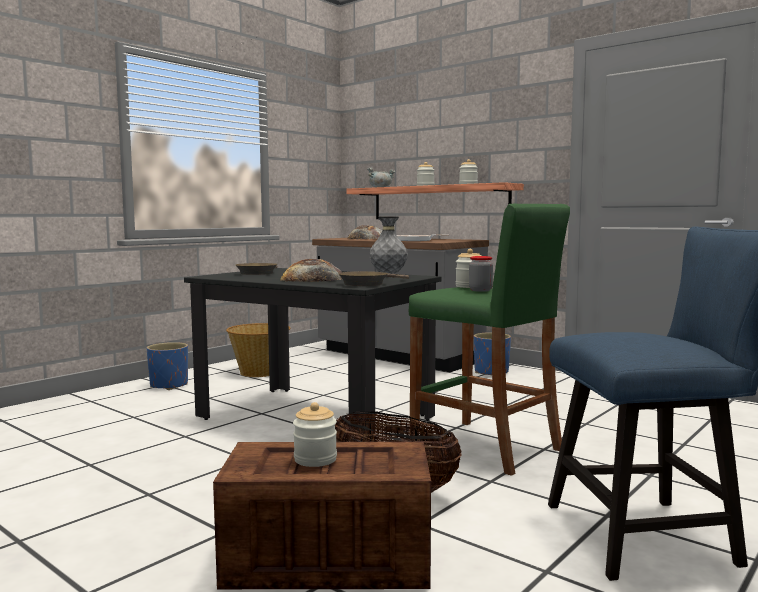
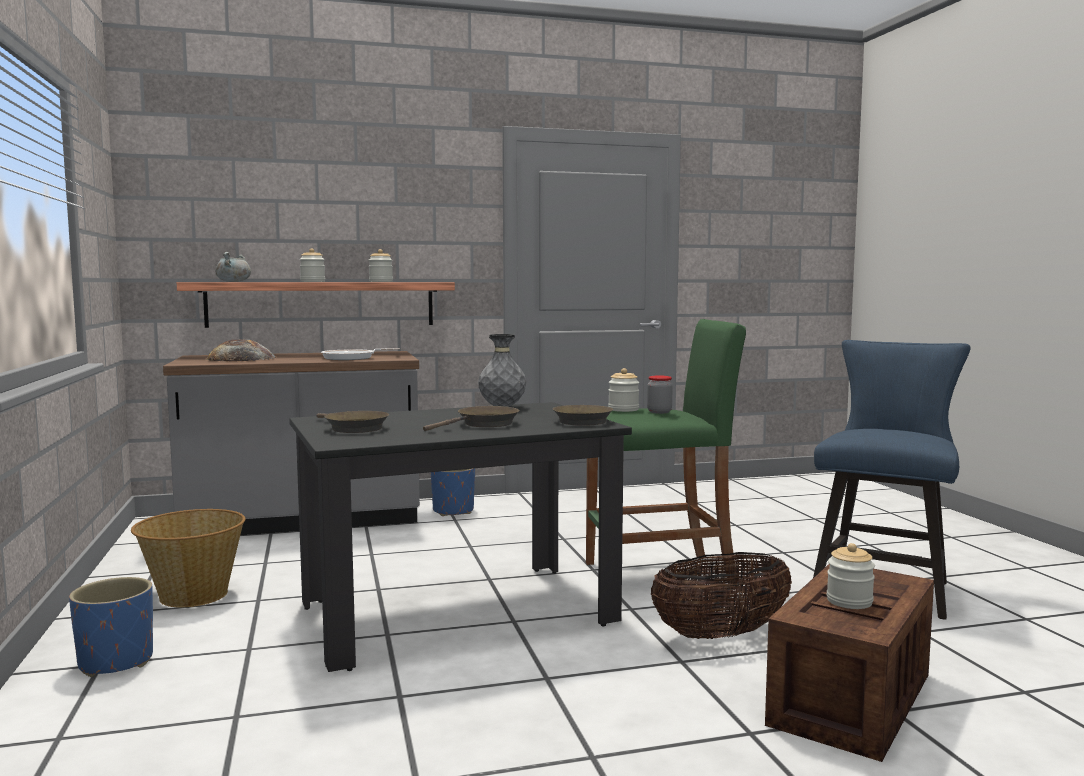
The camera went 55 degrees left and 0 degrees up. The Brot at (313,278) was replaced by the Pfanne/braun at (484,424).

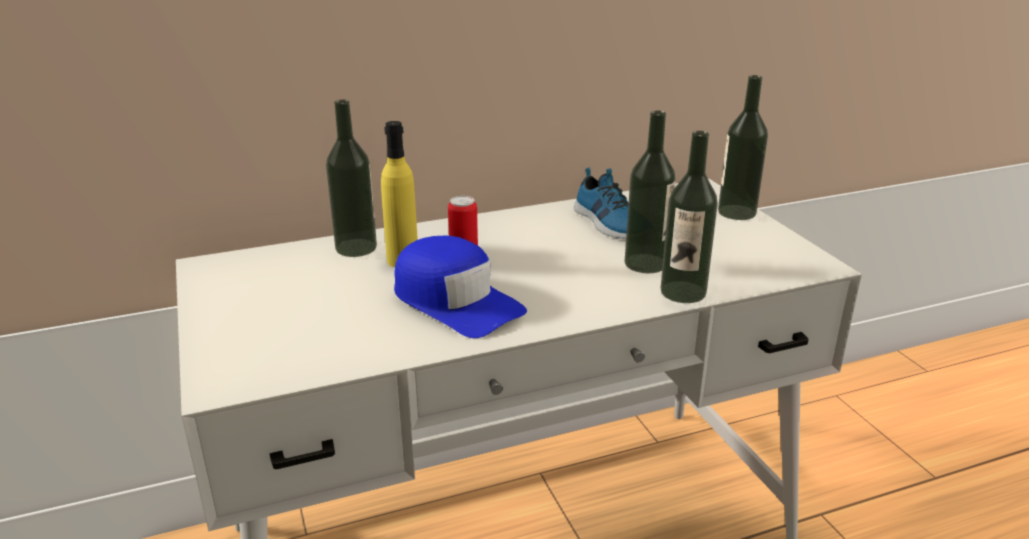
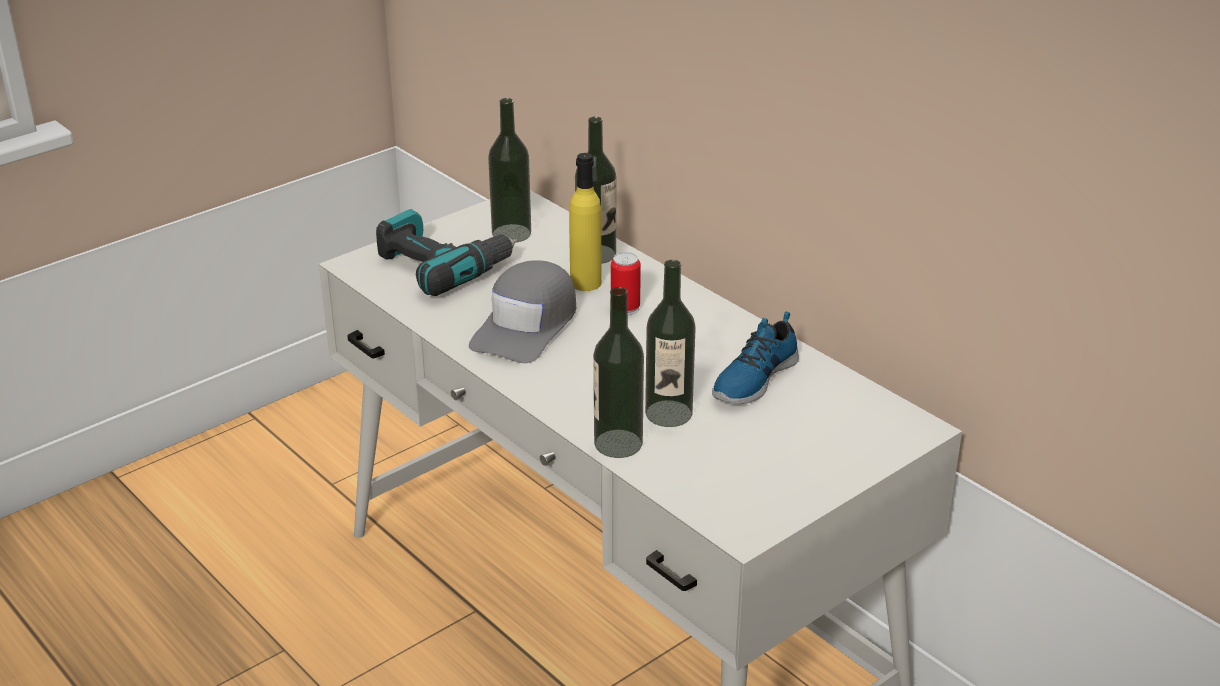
The camera went 70 degrees right and 5 degrees up. The Bohrmaschine at (443,265) appeared. The Flasche moved from (736,212) to (511,233). The Kappe/blau at (456,301) became the Kappe/grau at (526,326).

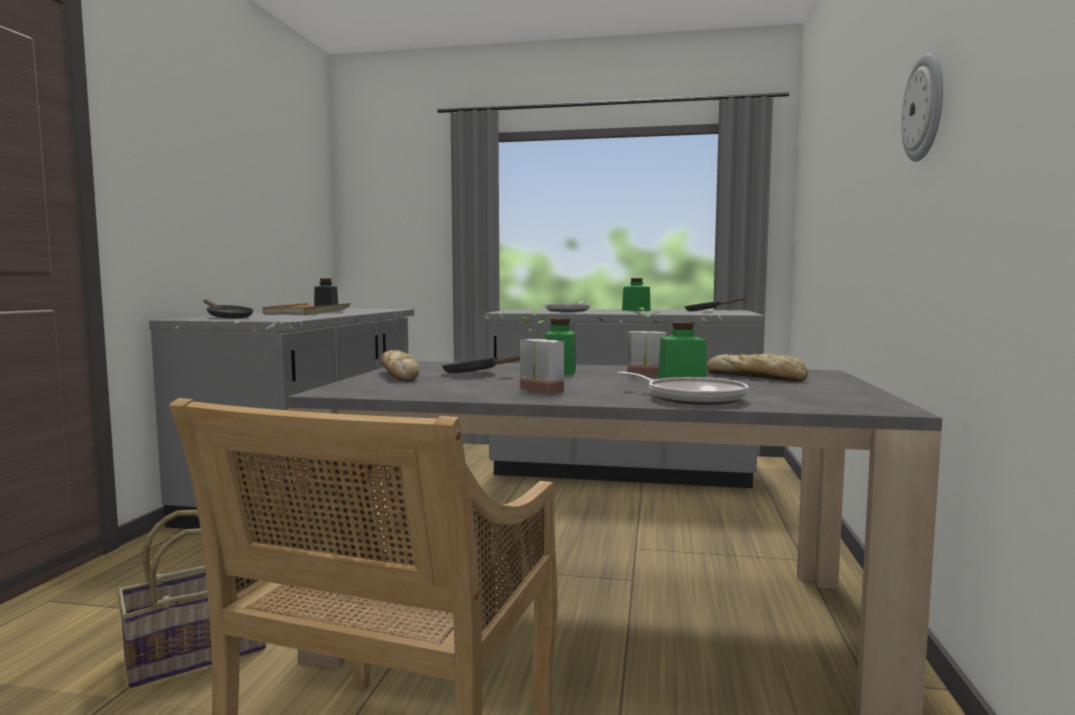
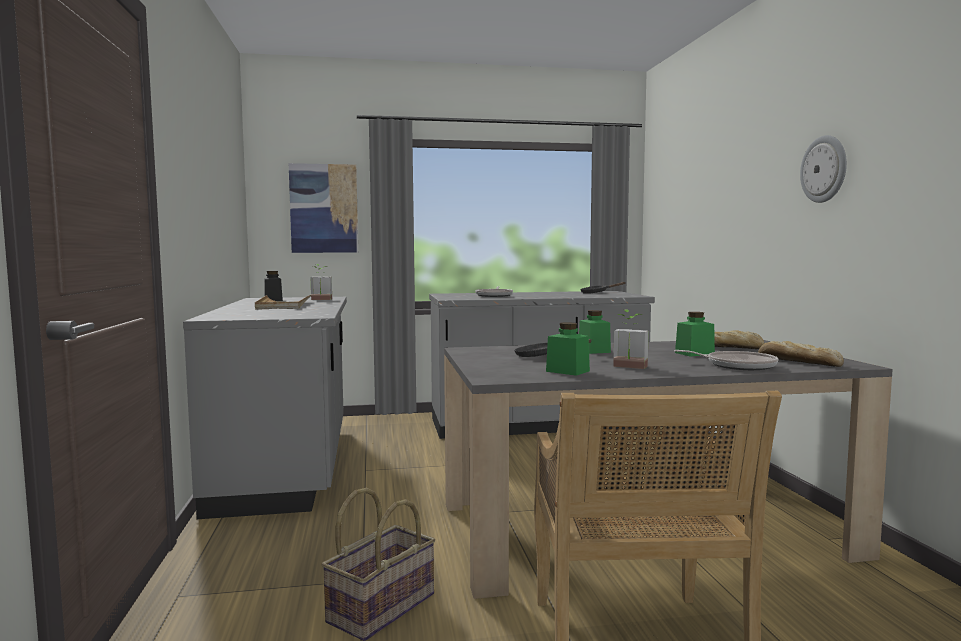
The camera went 20 degrees left and 0 degrees up. The Pfanne/schwarz at (227,317) disappeared. The Bild at (324,208) appeared. The Brot moved from (399,375) to (797,361). The Vorratsglas/grün moved from (636,310) to (567,371). The Topfpflanze moved from (645,375) to (320,299).

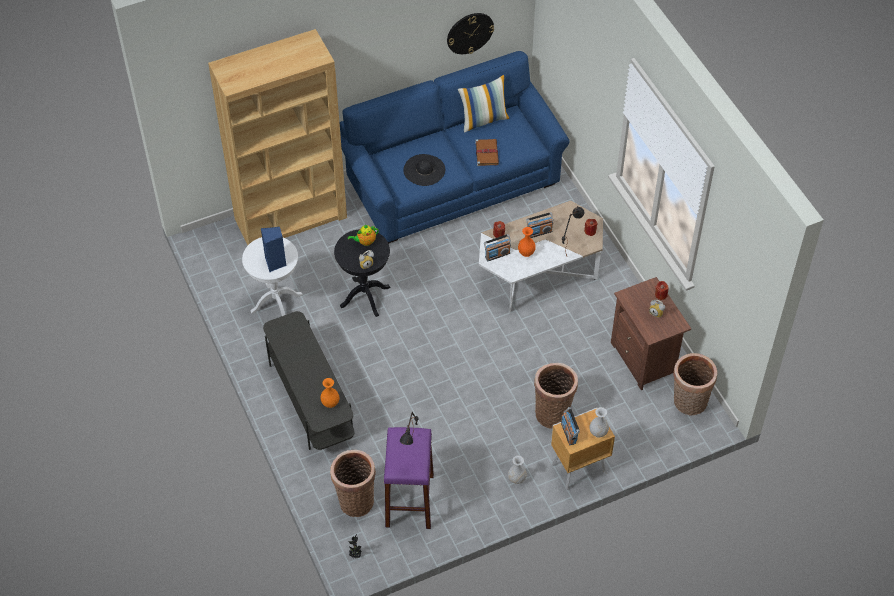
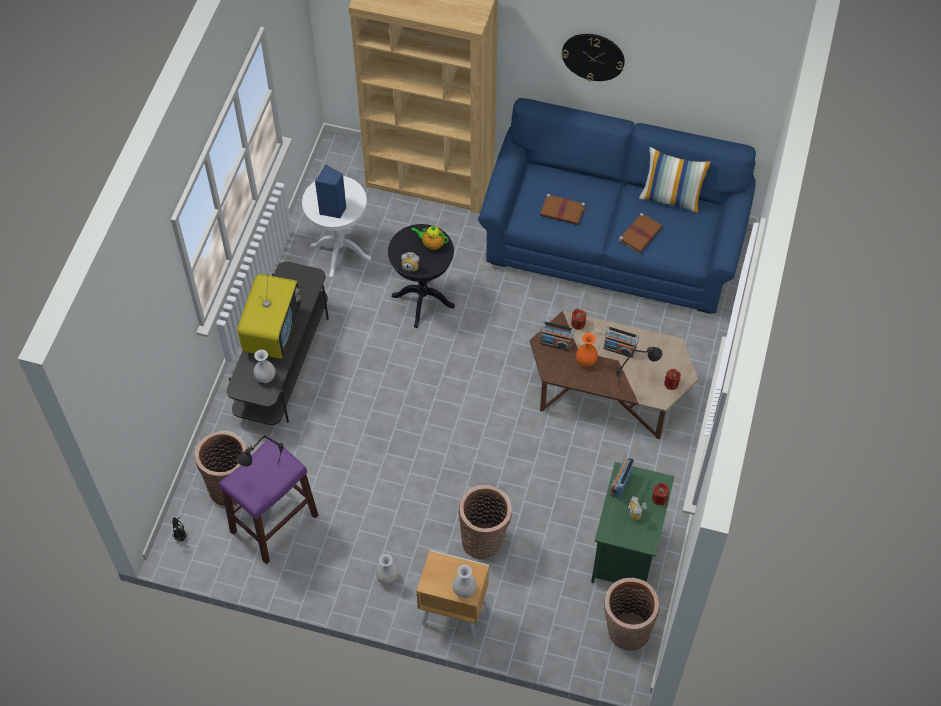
The camera went 40 degrees right and 5 degrees up. The Fernseher at (272,332) appeared. The Wanduhr moved from (470,33) to (593,56). The Radio moved from (569,433) to (620,483). The Hut/schwarz at (424,170) was replaced by the Buch/braun at (563,211). The Vase/orange at (330,402) became the Vase/weiß at (266,377). The Couchtisch/weiß at (539,272) became the Couchtisch/braun at (608,391). The Nachttisch/braun at (644,359) became the Nachttisch/grün at (626,554).

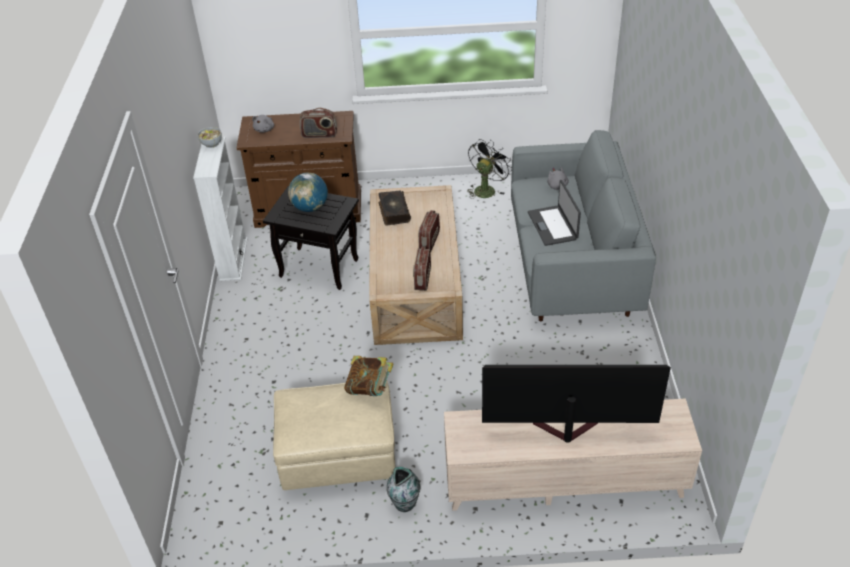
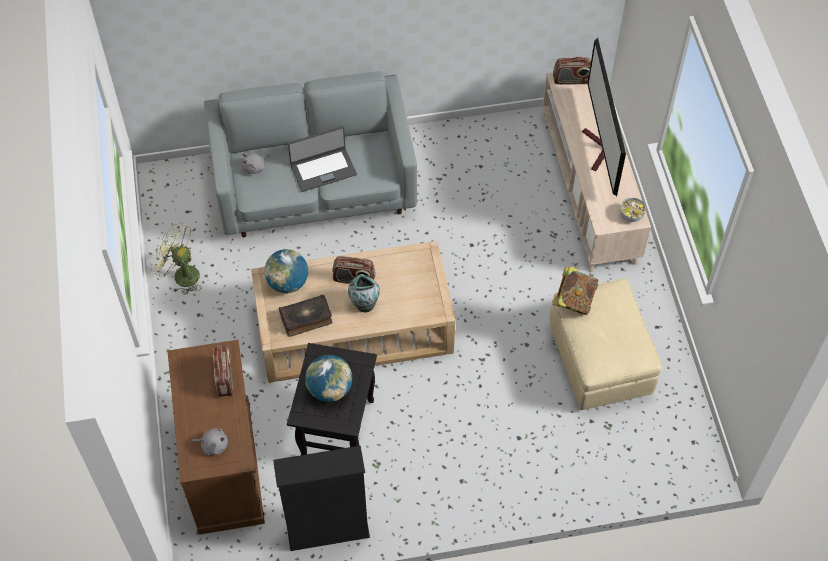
The camera went 100 degrees left and 15 degrees up. The Globus at (288,283) appeared. The Schüssel moved from (211,144) to (631,216). The Vase moved from (405,502) to (364,304). The Radio moved from (422,278) to (571,80). The Bücherregal/weiß at (233,259) became the Bücherregal/schwarz at (328,532). The Ventilator/schwarz at (486,189) became the Ventilator/grün at (181,275).

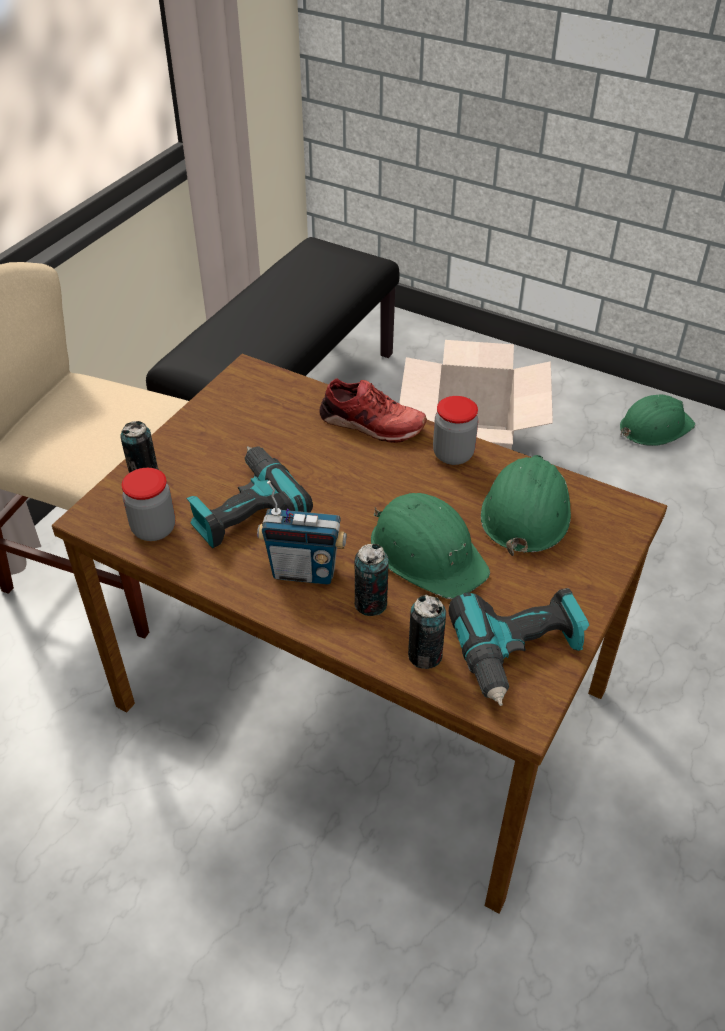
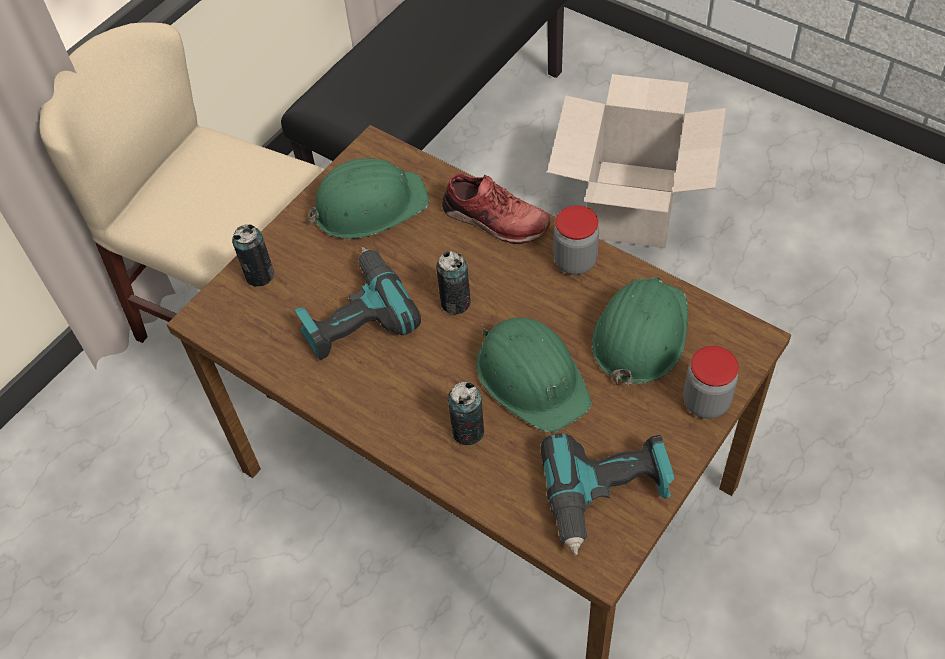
The camera went 10 degrees right and 10 degrees up. The Radio at (304,571) disappeared. The Vorratsglas moved from (154,529) to (706,402). The Dose moved from (425,655) to (455,302). The Schutzhelm/grün moved from (654,427) to (369,205).

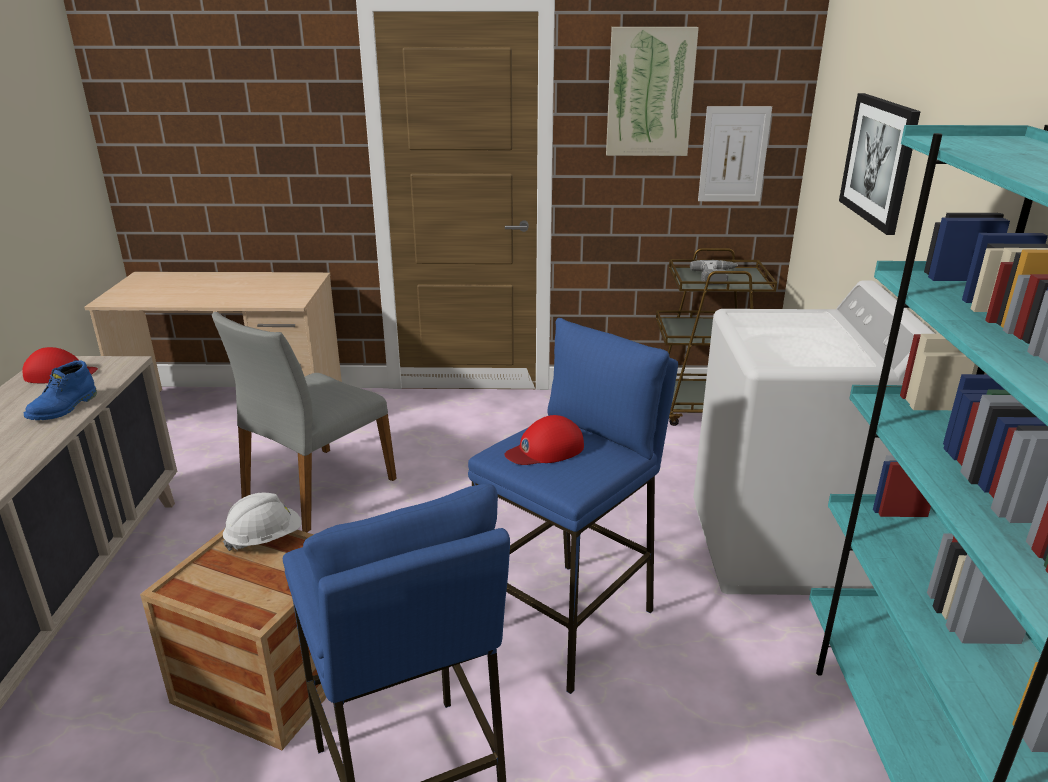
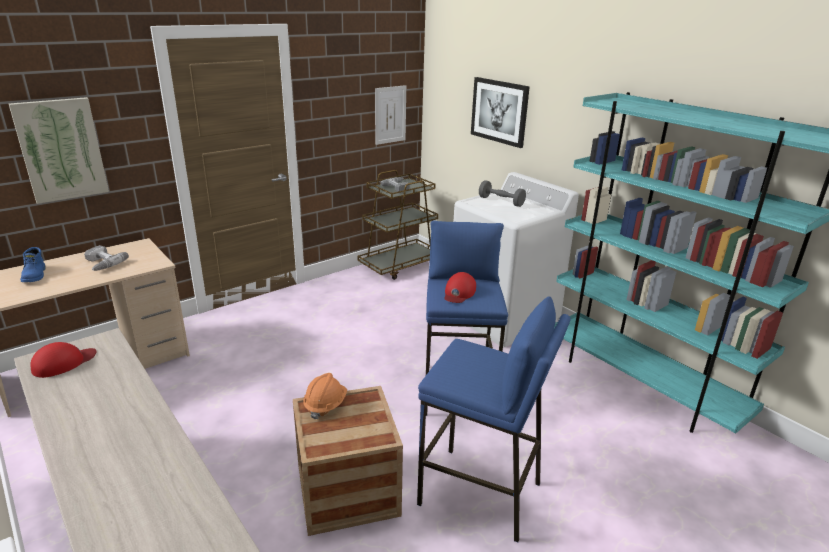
The camera went 40 degrees left and 0 degrees up. The Stuhl/grau at (317,489) disappeared. The Bohrmaschine at (101,263) appeared. The Hantel/grau at (501,201) appeared. The Stiefel/blau moved from (64,408) to (35,275). The Bild moved from (650,92) to (61,150). The Schutzhelm/weiß at (264,539) became the Schutzhelm/orange at (325,405).

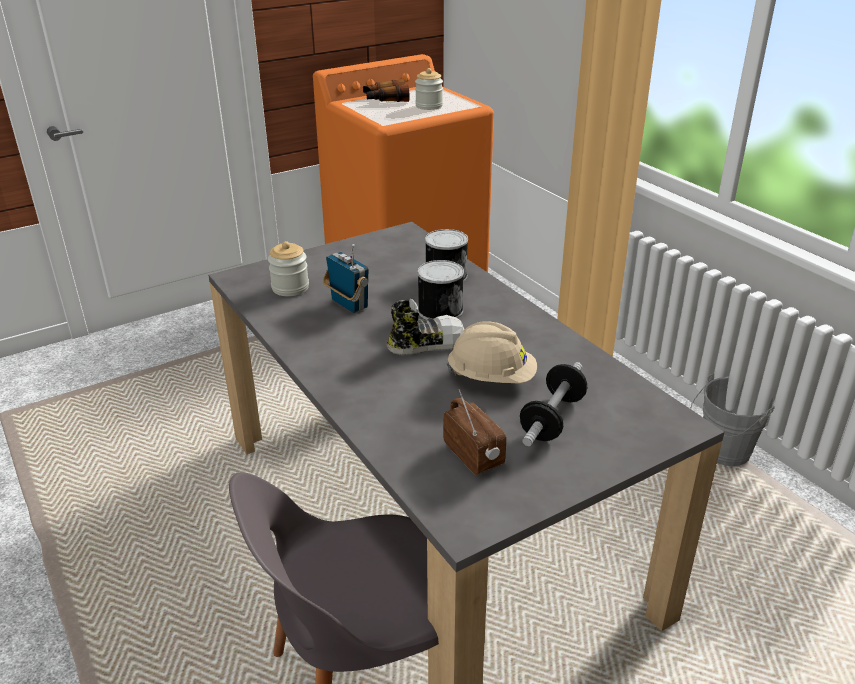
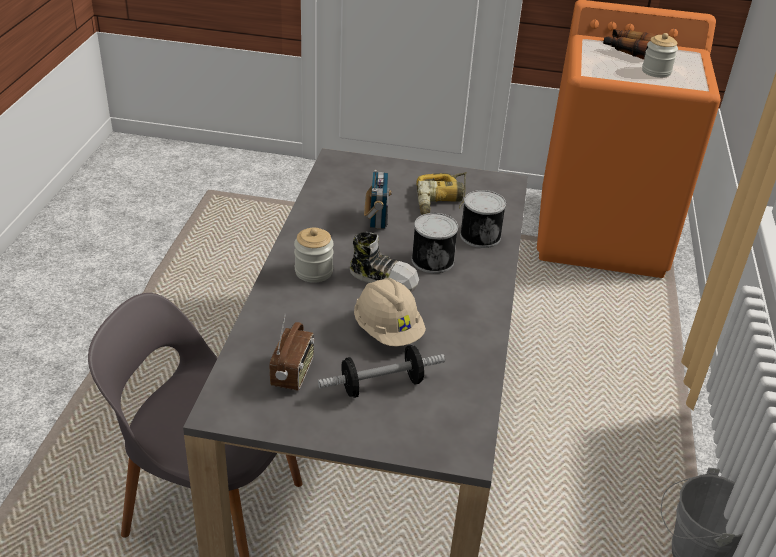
The camera went 40 degrees right and 5 degrees up. The Bohrmaschine at (441,201) appeared. The Vorratsglas moved from (290,288) to (313,271).

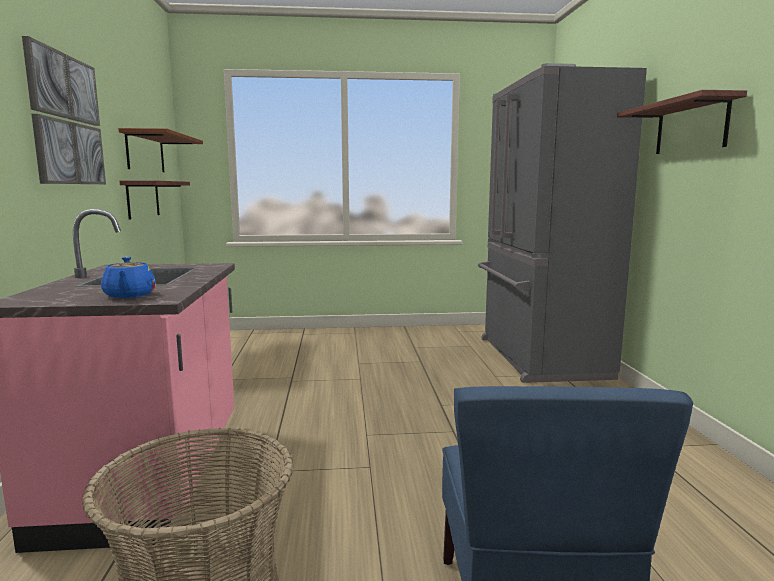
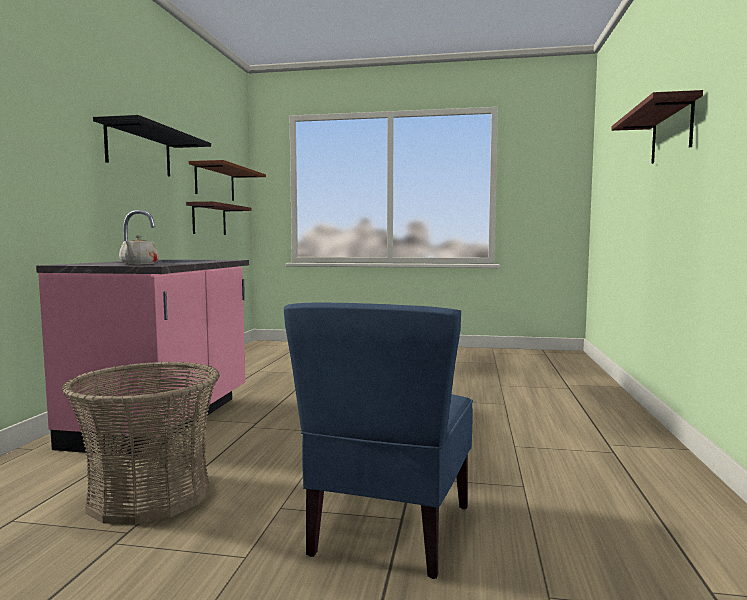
The camera went 15 degrees right and 5 degrees down. The Kühlschrank/grau at (538,358) disappeared. The Bild at (66,120) was replaced by the Wandregal/schwarz at (139,151). The Teekanne/blau at (129,295) became the Teekanne/beige at (139,264).

